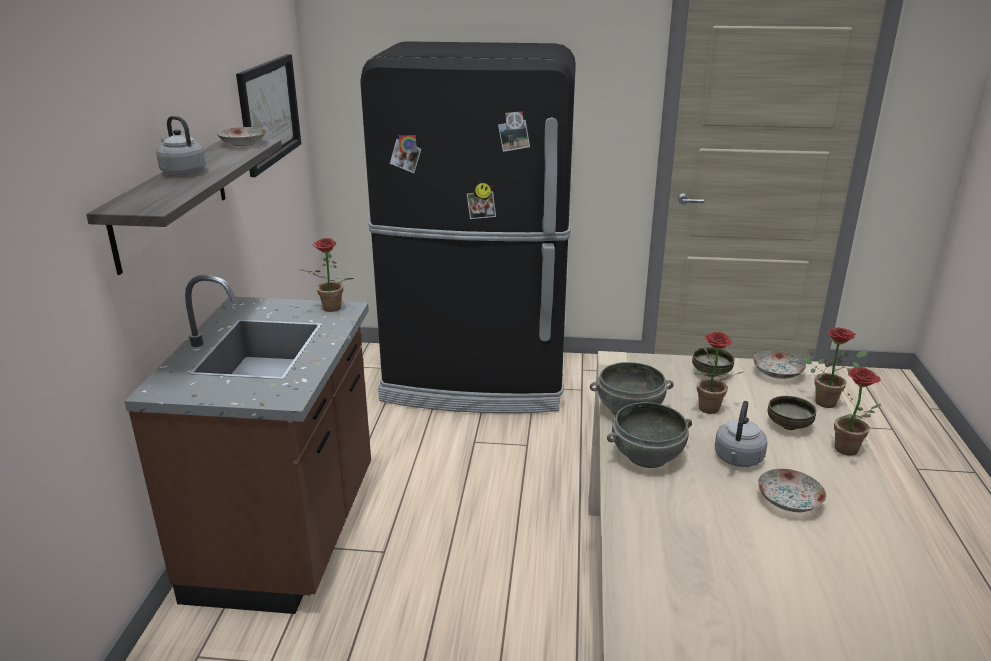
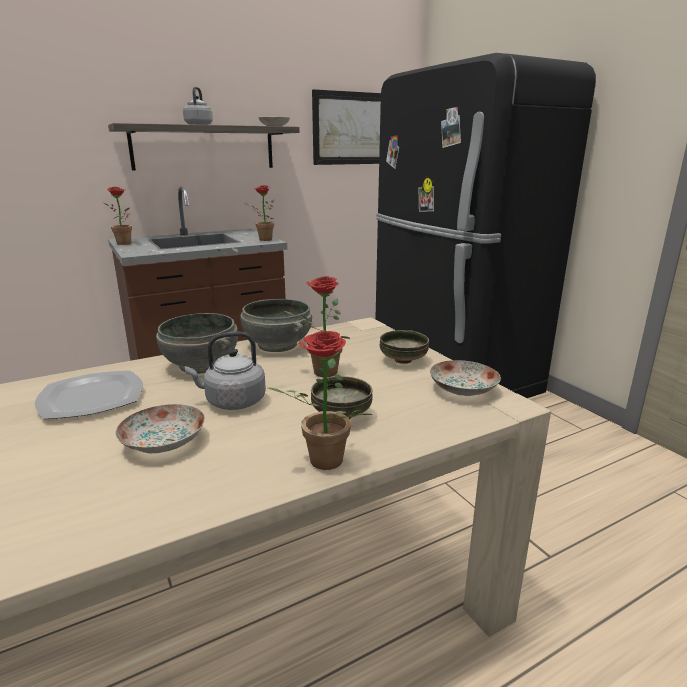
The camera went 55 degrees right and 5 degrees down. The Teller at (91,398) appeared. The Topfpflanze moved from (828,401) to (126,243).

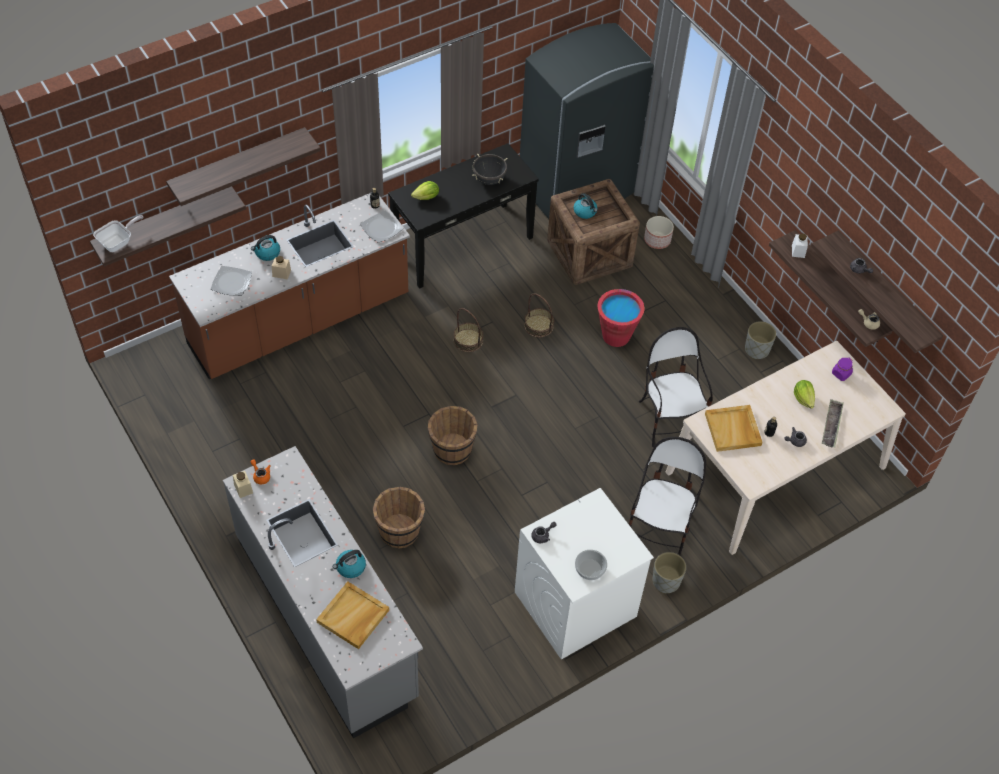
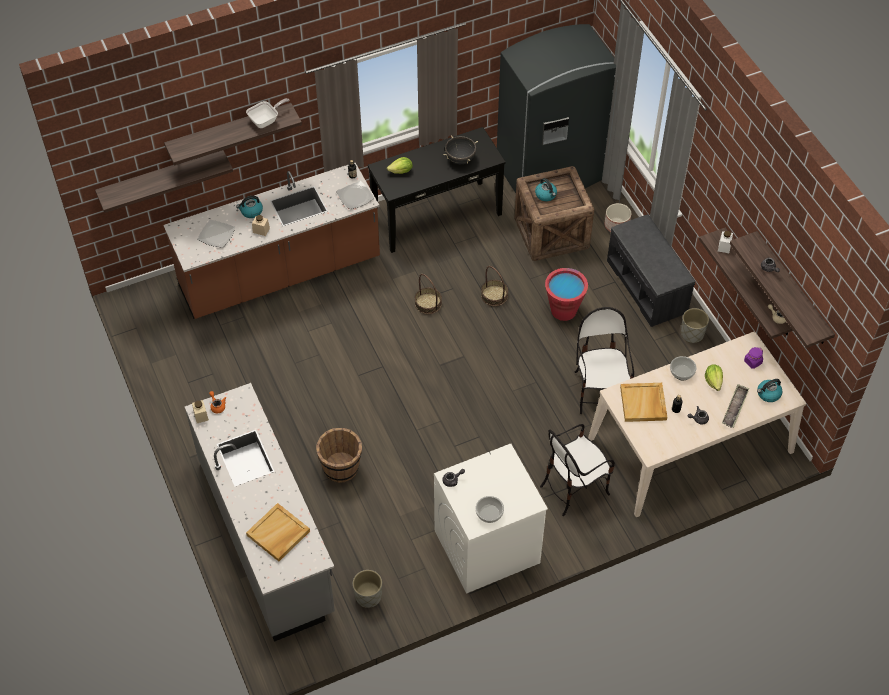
The camera went 10 degrees right and 0 degrees up. The Eimer/braun at (452,450) disappeared. The Bank/grau at (648,287) appeared. The Schüssel at (682,372) appeared. The Pfanne moved from (118,242) to (266,120). The Wasserkessel moved from (350,567) to (768,394). The Pflanzkübel/grau moved from (666,581) to (368,596). The Stuhl at (659,528) turned 150 degrees counterclockwise.

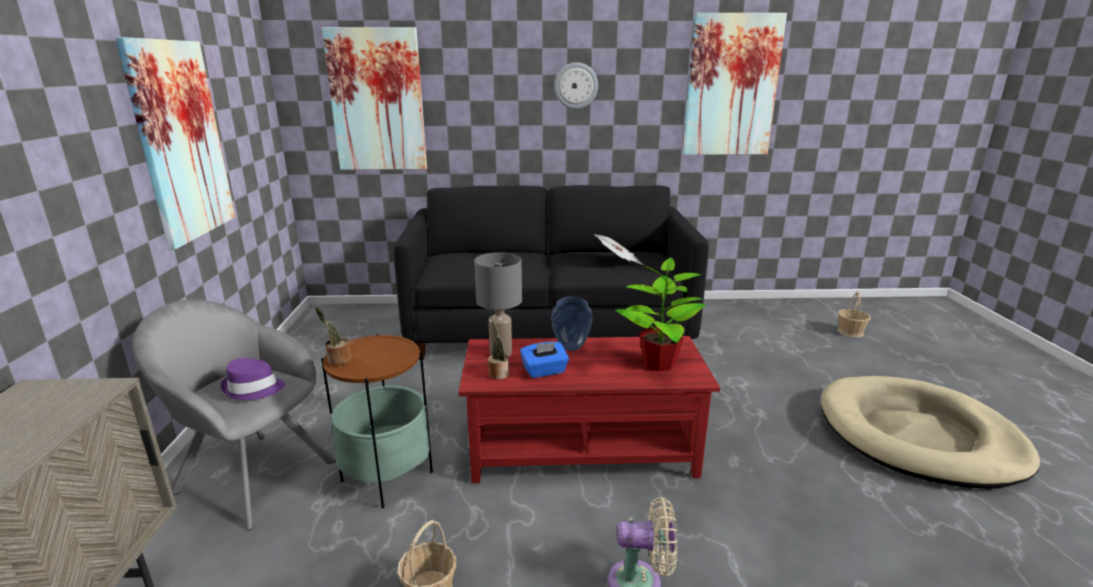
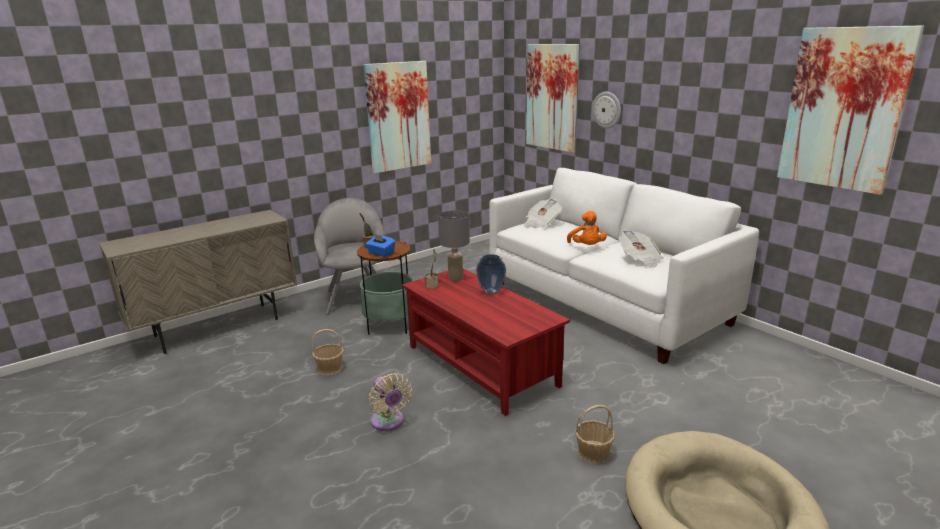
The camera went 55 degrees right and 0 degrees up. The Hut/lila at (253,389) disappeared. The Topfpflanze at (658,364) disappeared. The Zeitung at (541,223) appeared. The Plüschtier/orange at (586,247) appeared. The Taschentuchbox/blau moved from (544,371) to (381,253). The Wanduhr moved from (576,86) to (607,110). The Korb moved from (850,332) to (593,453). The Sofa/schwarz at (550,328) became the Sofa/weiß at (605,303).

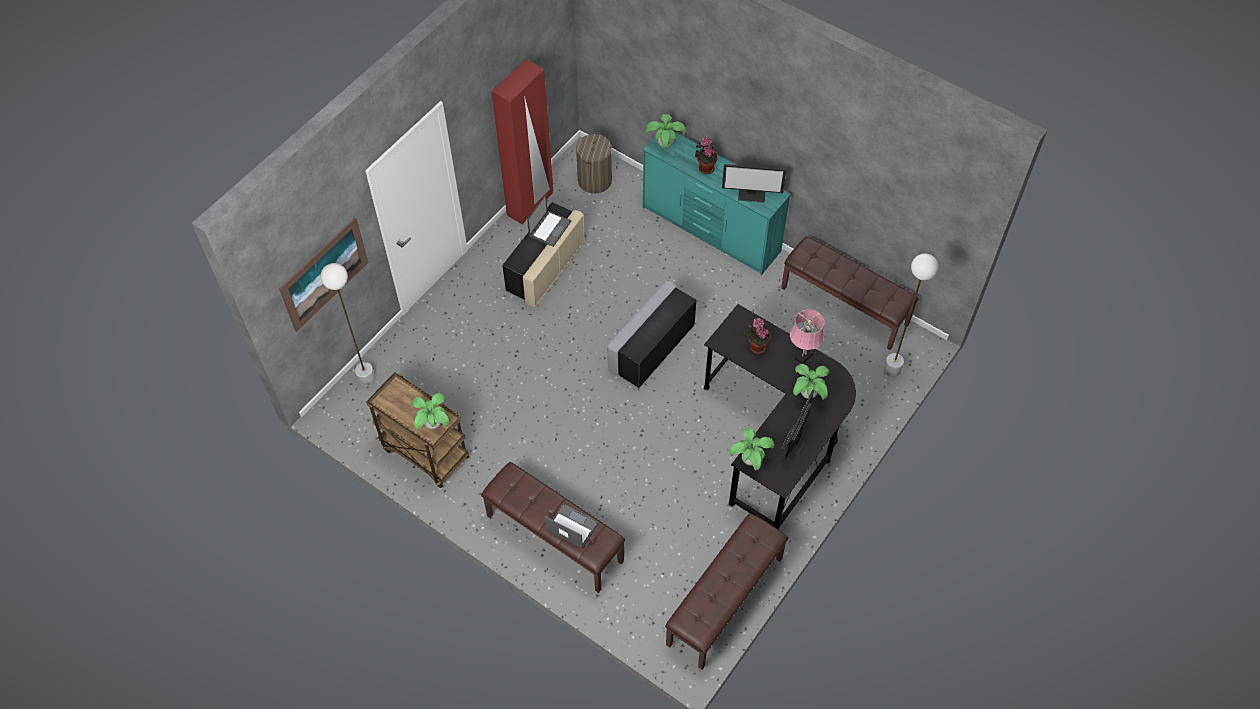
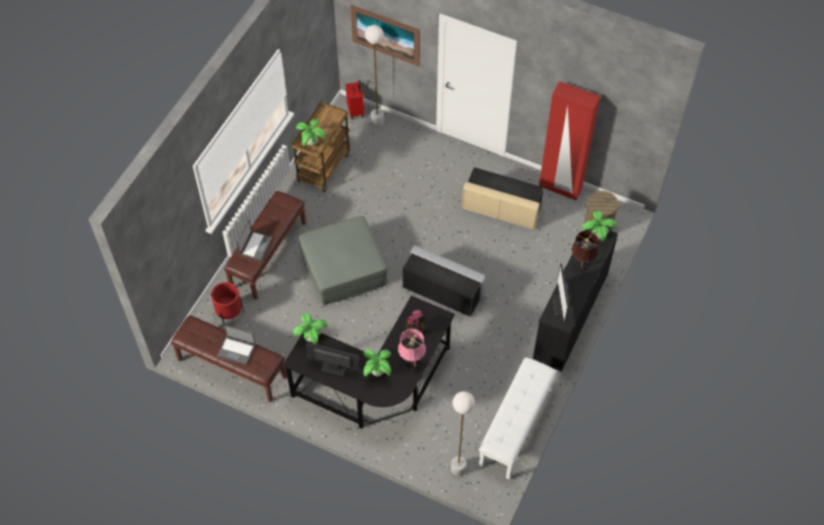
The camera went 80 degrees right and 0 degrees up. The Pflanzkübel/rot at (229,314) appeared. The Polsterhocker/grau at (343,269) appeared. The Koffer/rot at (356,111) appeared. The Laptop moved from (550,228) to (237,350). The Topfpflanze at (705,167) was replaced by the Tischlampe/braun at (581,268). The Kommode/türkis at (711,230) became the Kommode/schwarz at (569,316). The Bank/braun at (845,305) became the Bank/weiß at (516,427).

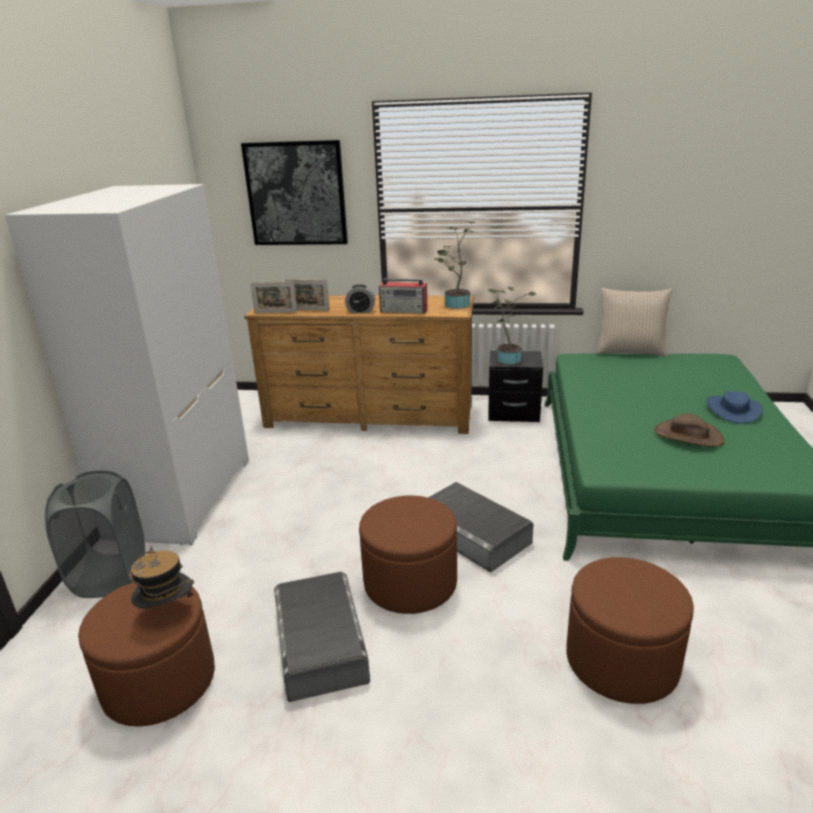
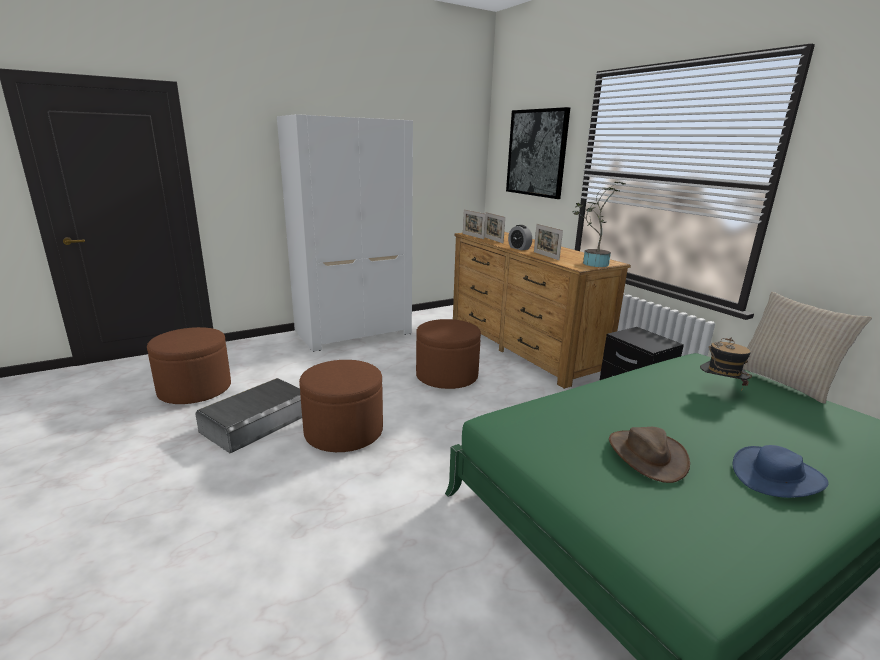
The camera went 50 degrees right and 5 degrees down. The Wäschekorb/grau at (110,575) disappeared. The Aufbewahrungsbox/grau at (473,534) disappeared. The Topfpflanze at (507,358) disappeared. The Hut moved from (167,612) to (719,390). The Polsterhocker/braun moved from (621,661) to (447,376). The Radio at (404,311) was replaced by the Bilderrahmen at (546,256).

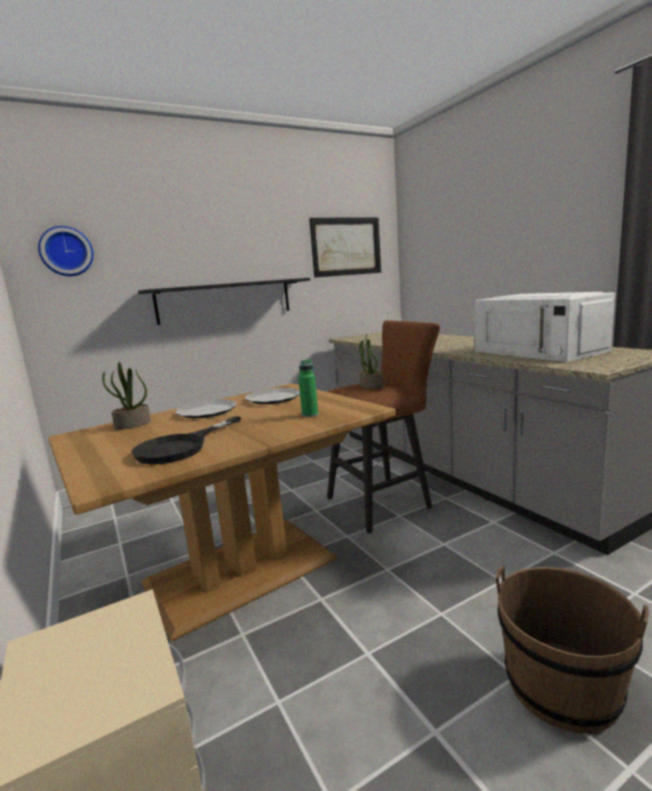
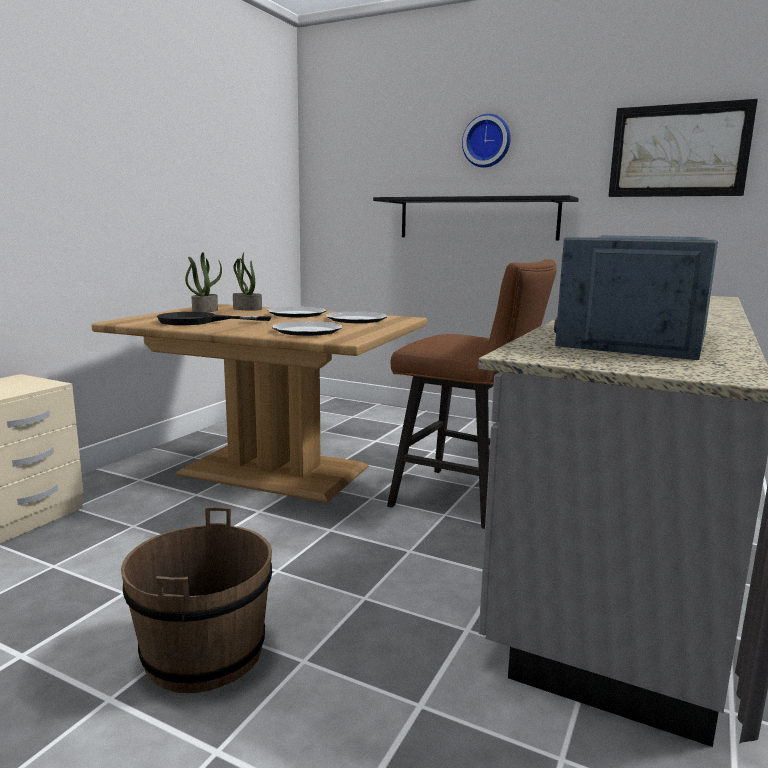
The camera went 55 degrees right and 0 degrees up. The Wanduhr moved from (66,251) to (487,141). The Topfpflanze moved from (370,386) to (205,310). The Flasche/grün at (310,415) was replaced by the Teller at (307,331). The Mikrowelle/weiß at (539,351) became the Mikrowelle/blau at (636,338).

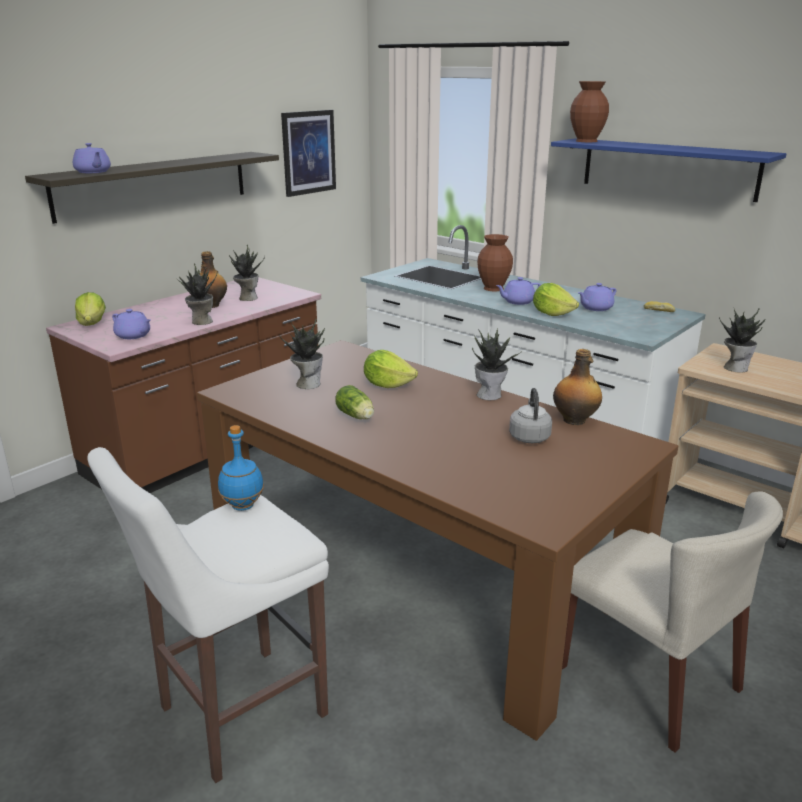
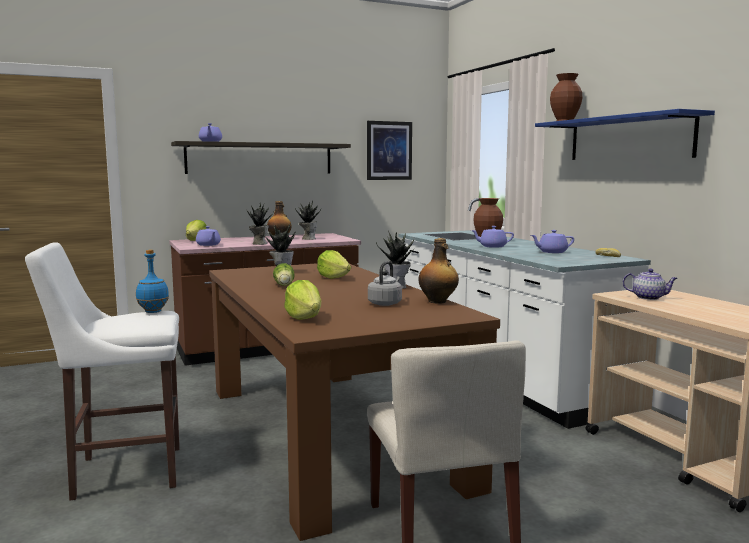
The camera went 25 degrees right and 15 degrees down. The Salatkopf moved from (552,313) to (304,318). The Topfpflanze at (735,368) was replaced by the Teekanne at (649,298).

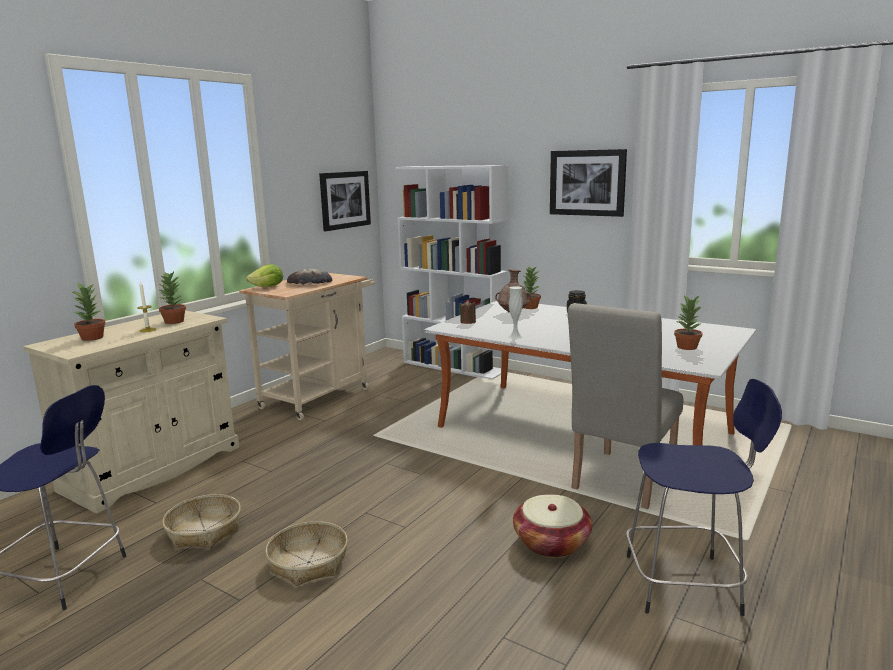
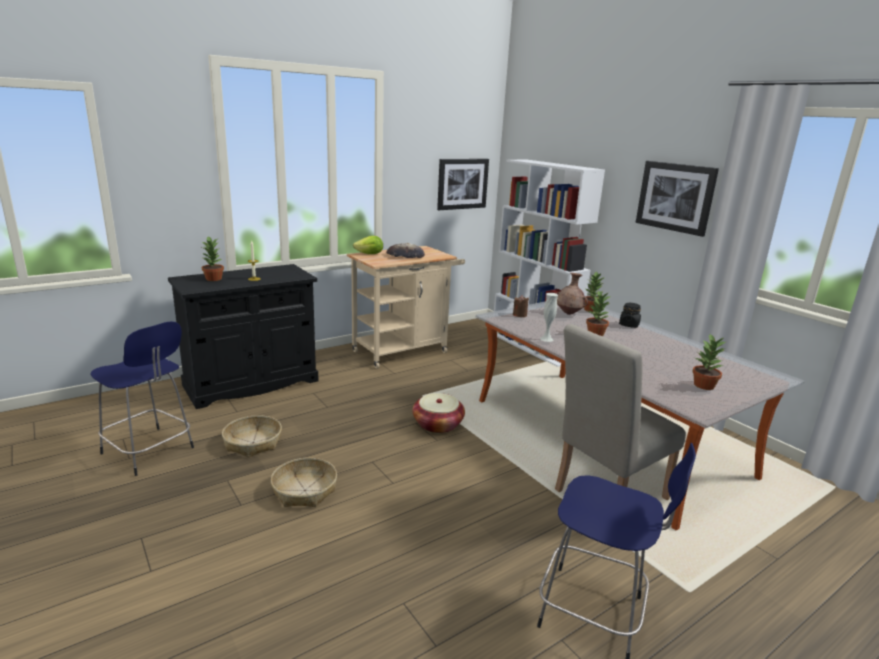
The camera went 20 degrees right and 5 degrees up. The Topfpflanze moved from (174,322) to (595,333). The Korb moved from (551,543) to (437,425). The Schrank/beige at (153,468) became the Schrank/schwarz at (251,383).

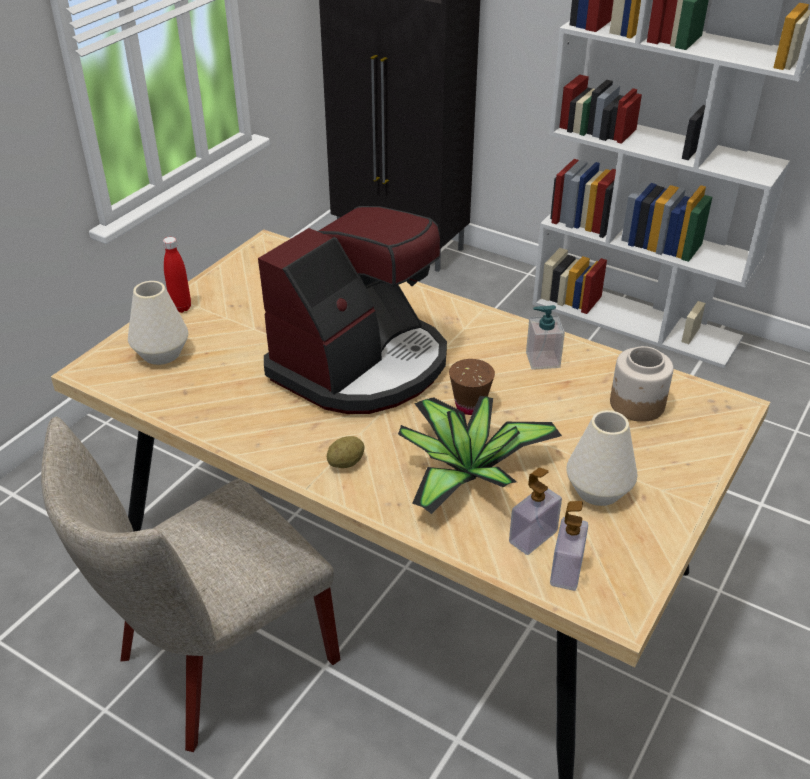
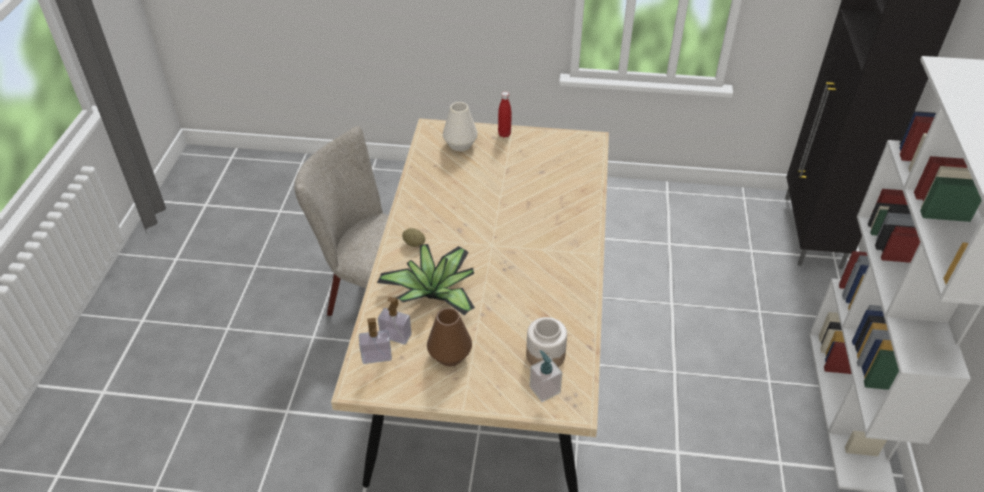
The camera went 65 degrees right and 5 degrees up. The Kaffeemaschine at (361,365) disappeared. The Tasse/braun at (470,406) disappeared. The Seifenspender moved from (542,360) to (544,389). The Vase/weiß at (598,490) became the Vase/braun at (449,355).

